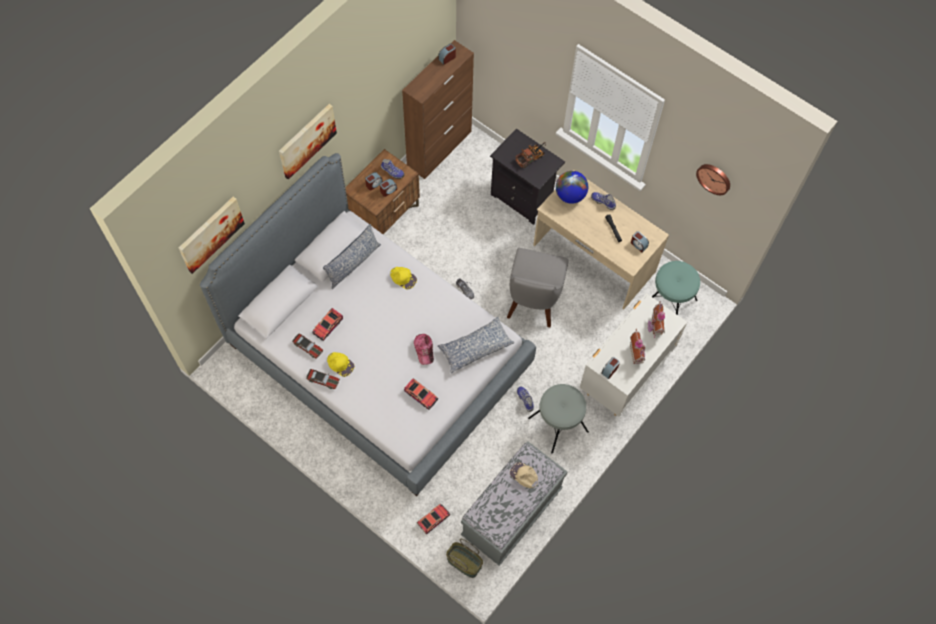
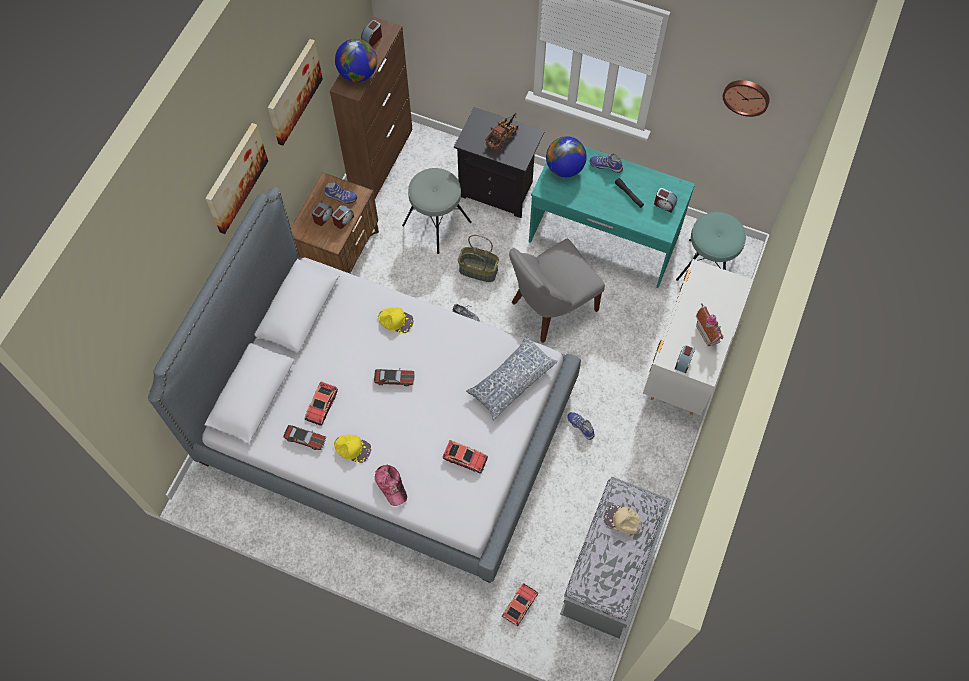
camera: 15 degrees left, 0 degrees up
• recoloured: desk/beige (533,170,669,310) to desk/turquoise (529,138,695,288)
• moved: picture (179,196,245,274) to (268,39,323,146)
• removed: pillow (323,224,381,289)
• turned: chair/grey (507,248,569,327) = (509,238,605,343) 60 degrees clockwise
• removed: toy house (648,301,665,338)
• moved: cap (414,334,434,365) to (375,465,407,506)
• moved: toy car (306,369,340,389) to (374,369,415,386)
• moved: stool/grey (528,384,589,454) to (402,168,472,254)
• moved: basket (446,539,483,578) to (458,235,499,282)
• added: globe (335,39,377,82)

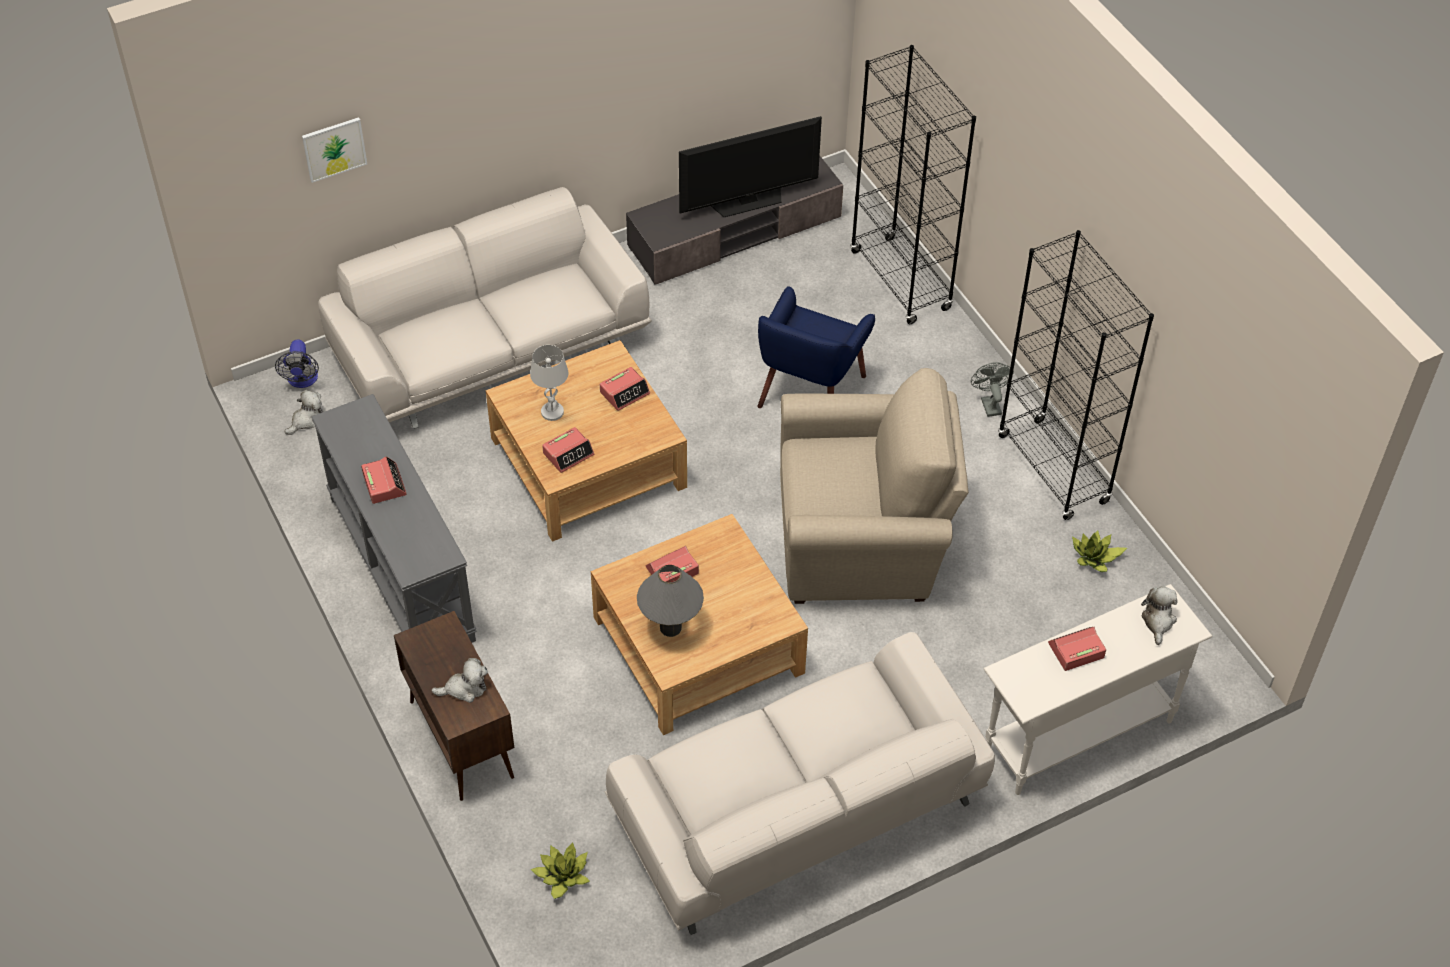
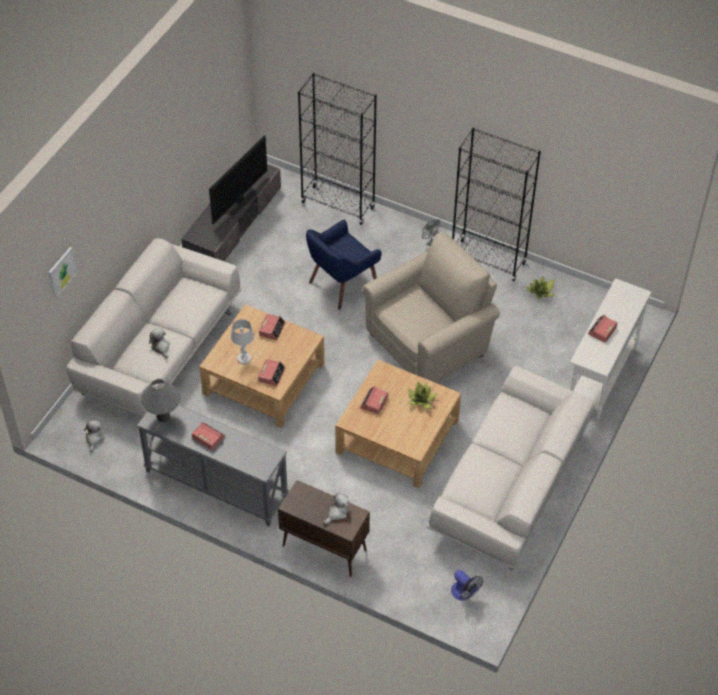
camera: 35 degrees left, 0 degrees up
• turned: armchair/blue (757,286,875,408) = (306,220,382,310) 60 degrees clockwise
• moved: fan (275,339,319,388) to (451,570,483,601)
• moved: table lamp/grey (637,565,704,637) to (141,379,181,422)
• moved: plush toy (1141,586,1178,645) to (149,328,170,359)
• moved: potted plant (530,842,590,899) to (408,381,438,409)

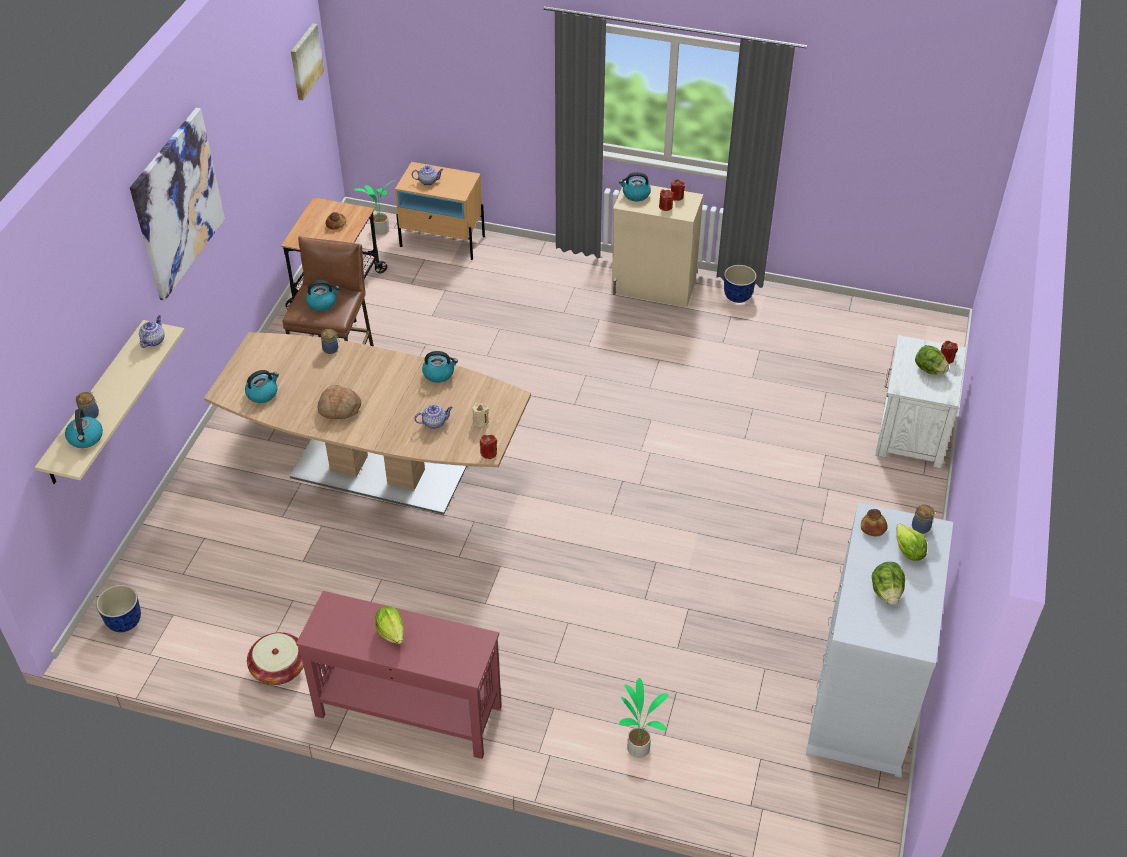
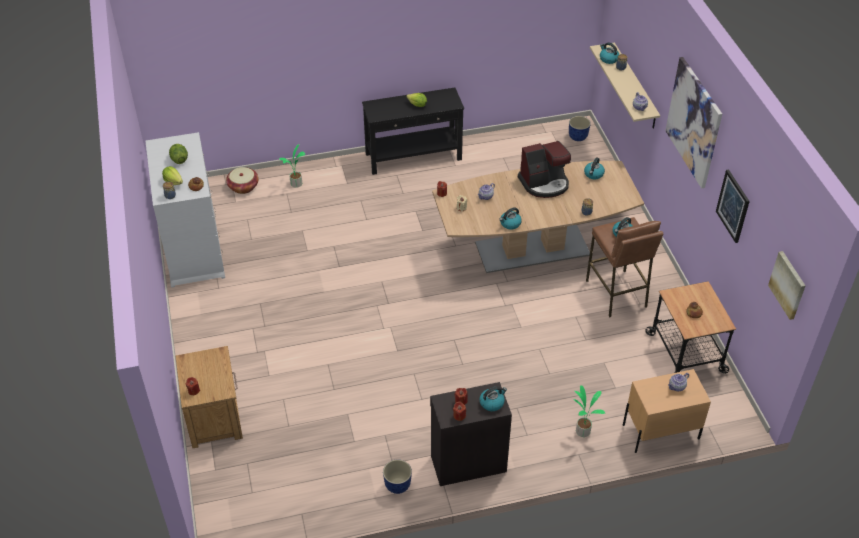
camera: 150 degrees right, 0 degrees up
• moved: potted plant (354,180,396,235) to (573,385,605,437)
• recoloured: cabinet/beige (611,181,703,307) to cabinet/black (430,382,512,486)
• recoloured: nightstand/white (875,335,966,469) to nightstand/brown (175,346,243,448)
• removed: lettuce (915,345,949,375)
• replaced: bread (317,385,361,419) to coffee machine (518,141,571,198)
• recoloured: console table/red (296,591,502,759) to console table/black (362,87,464,175)
• moved: basket (247,632,304,685) to (226,167,259,194)
• added: picture (716,169,750,243)

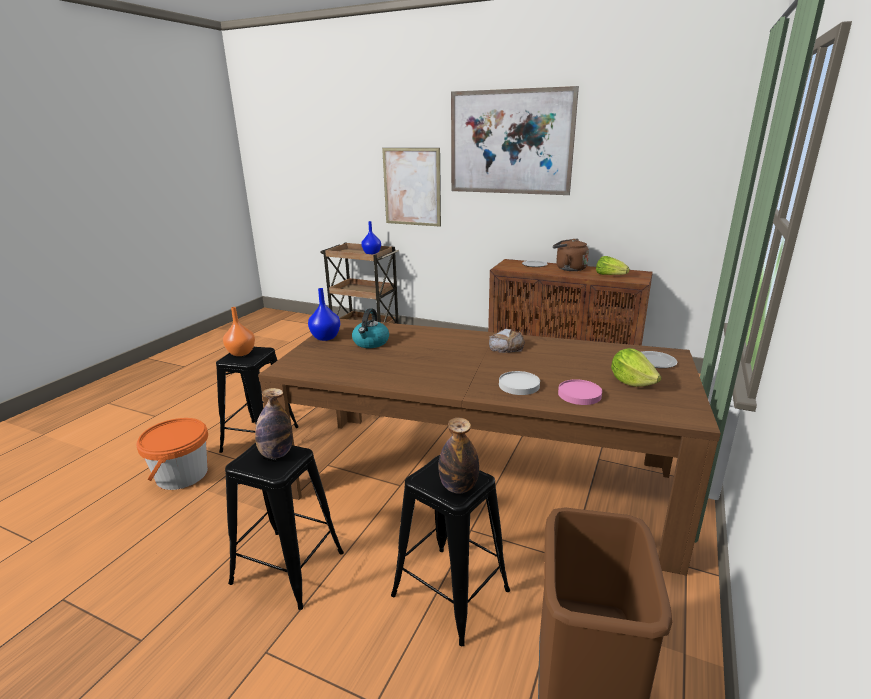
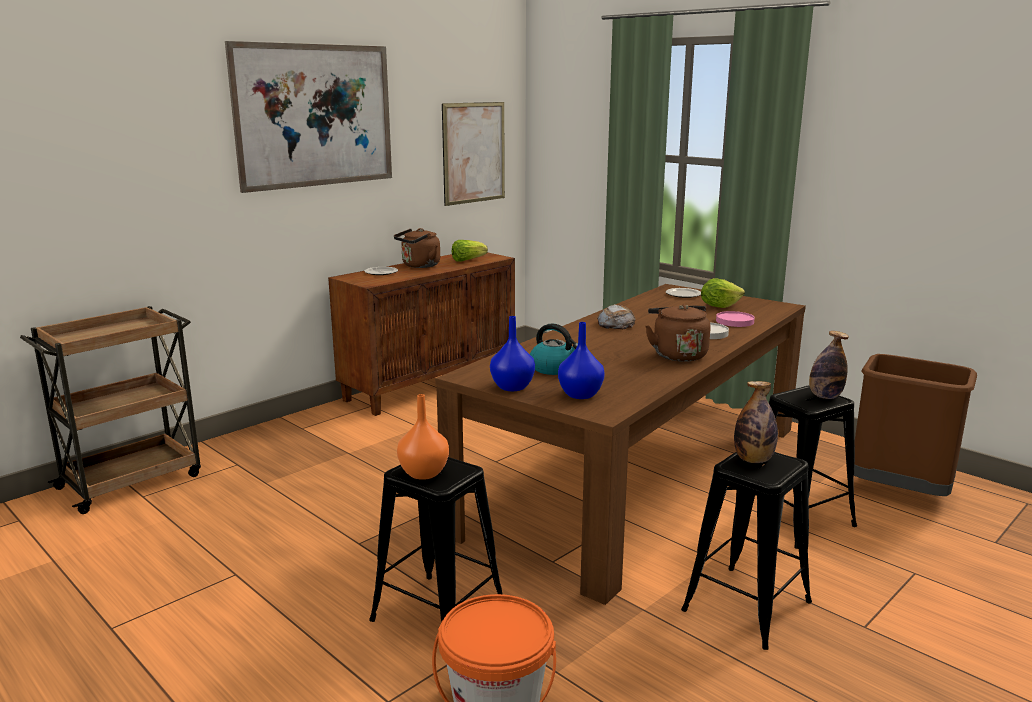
camera: 70 degrees left, 5 degrees down
• moved: picture (382,148,441,227) to (442,102,505,206)
• moved: vase/blue (361,221,381,254) to (558,322,605,399)
• added: kettle/brown (645,304,711,362)

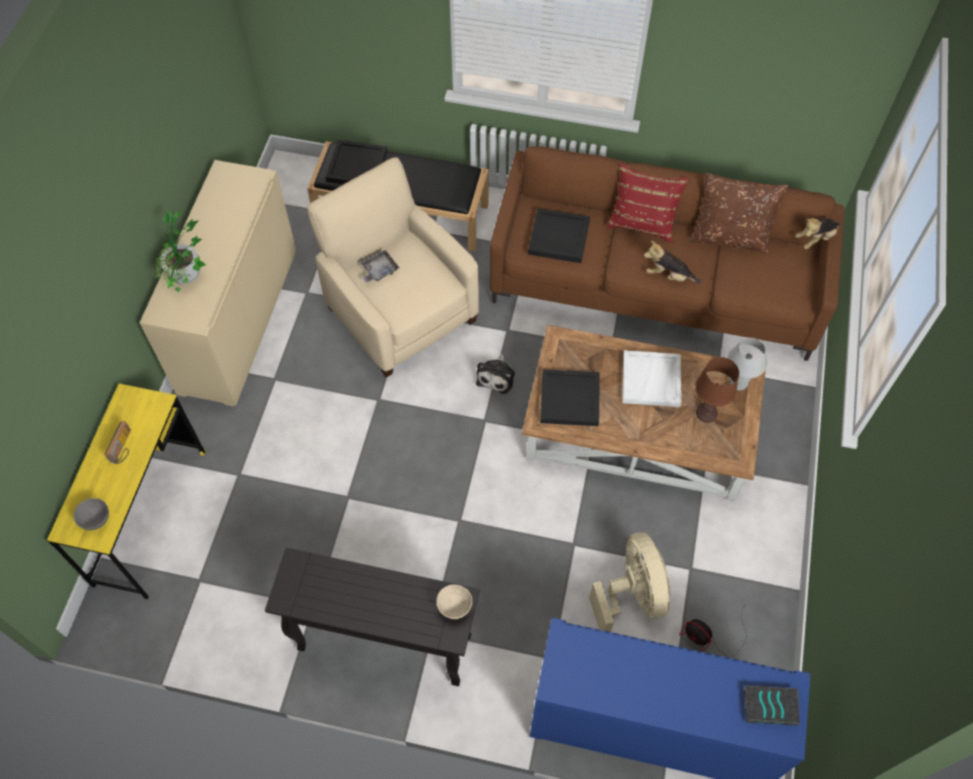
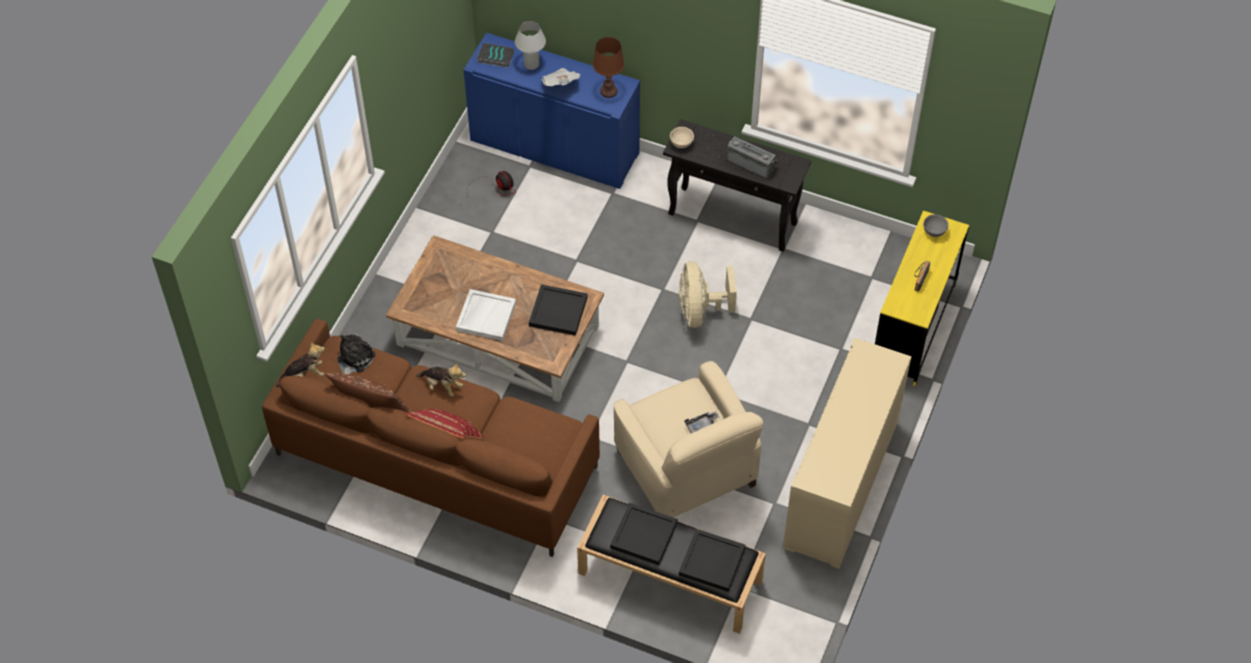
camera: 170 degrees left, 5 degrees down
• moved: tray/black (528,208,590,263) to (610,503,678,565)
• removed: potted plant (156,209,206,292)
• moved: table lamp/white (727,338,767,391) to (515,21,546,70)
• moved: plush toy (476,353,515,394) to (337,334,375,374)
• moved: table lamp/brown (695,357,739,423) to (593,37,625,98)
• moved: fan/beige (589,533,670,632) to (679,261,737,328)
• added: newspaper (542,68,580,86)
• added: radio (727,136,778,178)

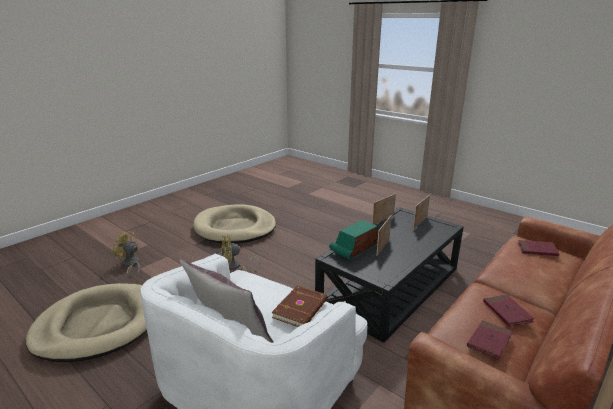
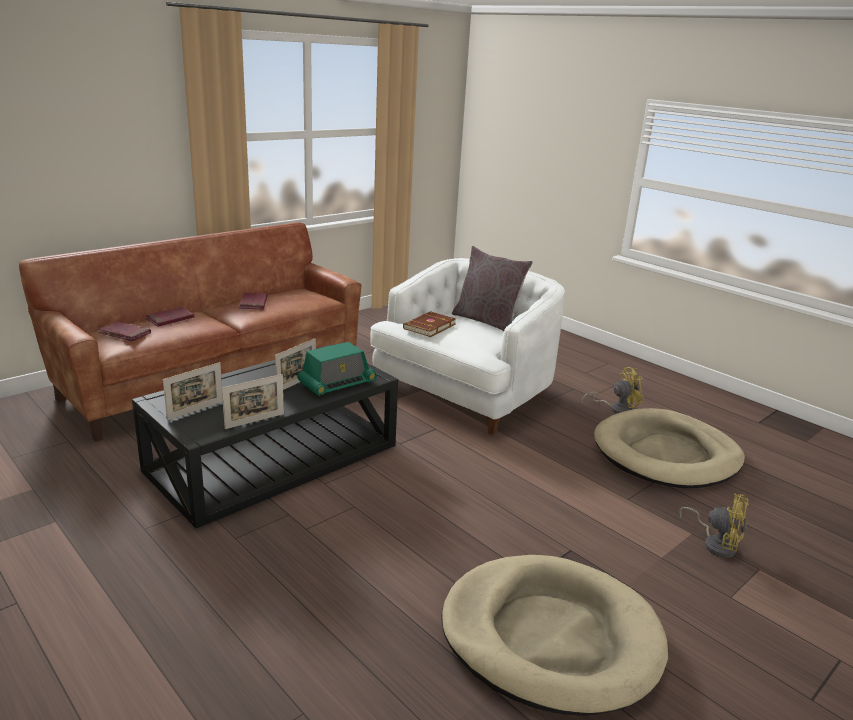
camera: 175 degrees left, 0 degrees up
• moved: fan/yellow (221,235,261,272) to (581,367,644,414)
• moved: book/red (467,320,512,360) to (146,306,194,327)

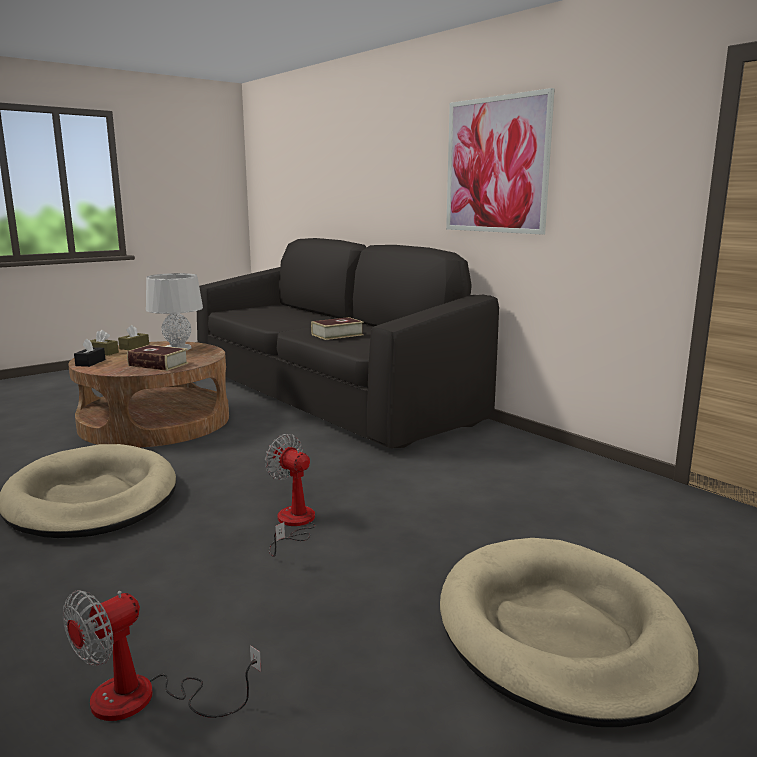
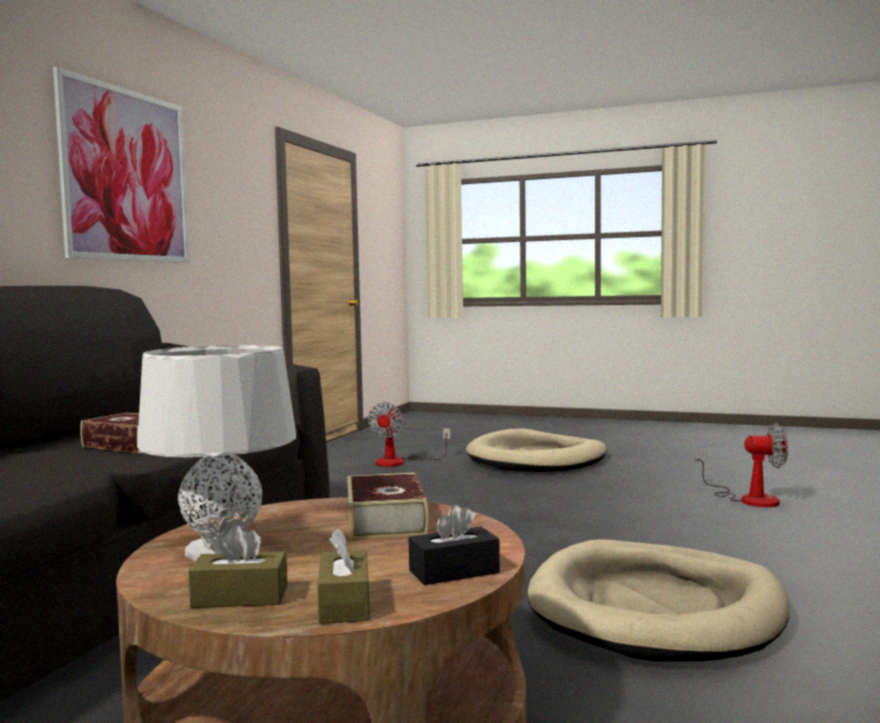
camera: 120 degrees left, 10 degrees down
• moved: fan (265,434,316,557) to (368,402,450,467)

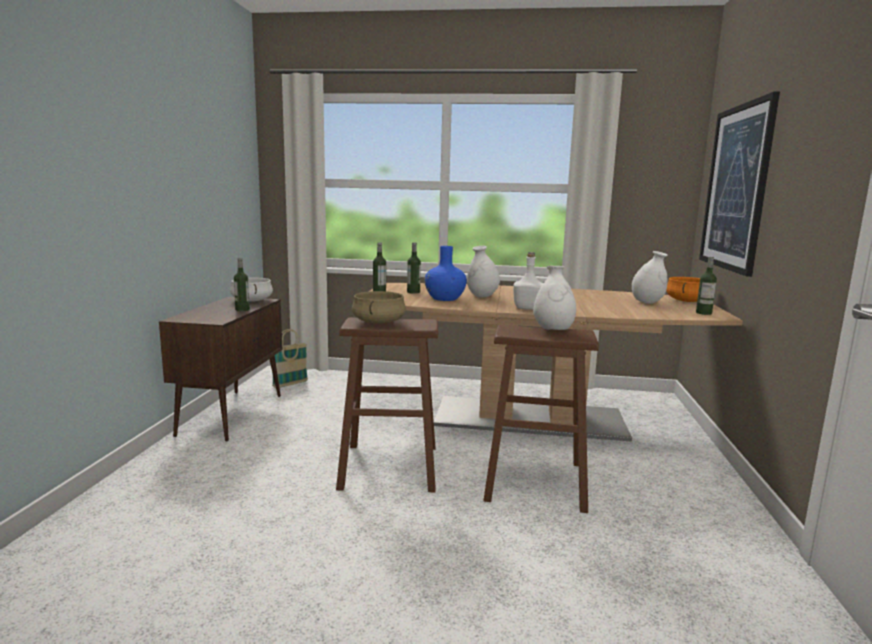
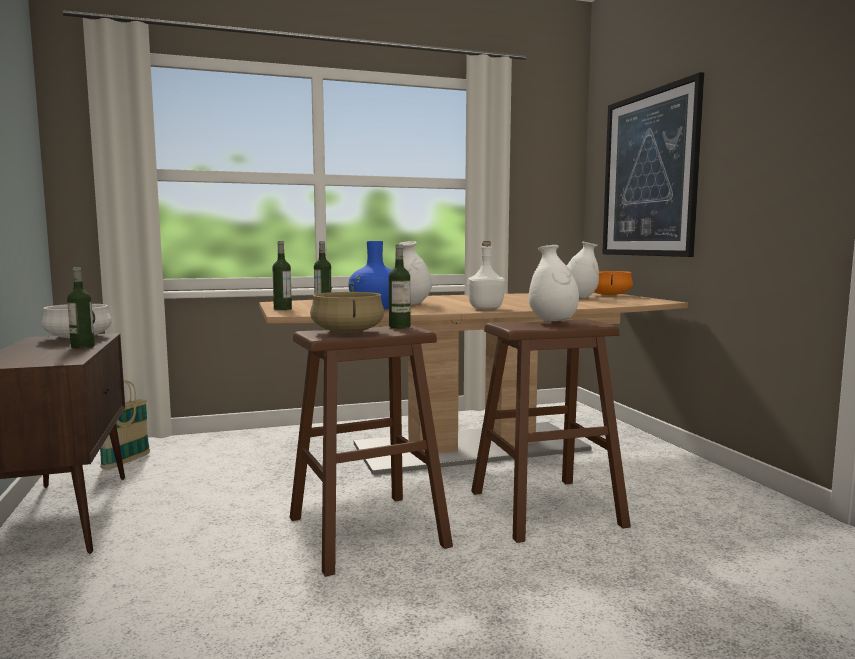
camera: 25 degrees left, 5 degrees down
• moved: bottle (696,257,717,315) to (389,244,410,328)

